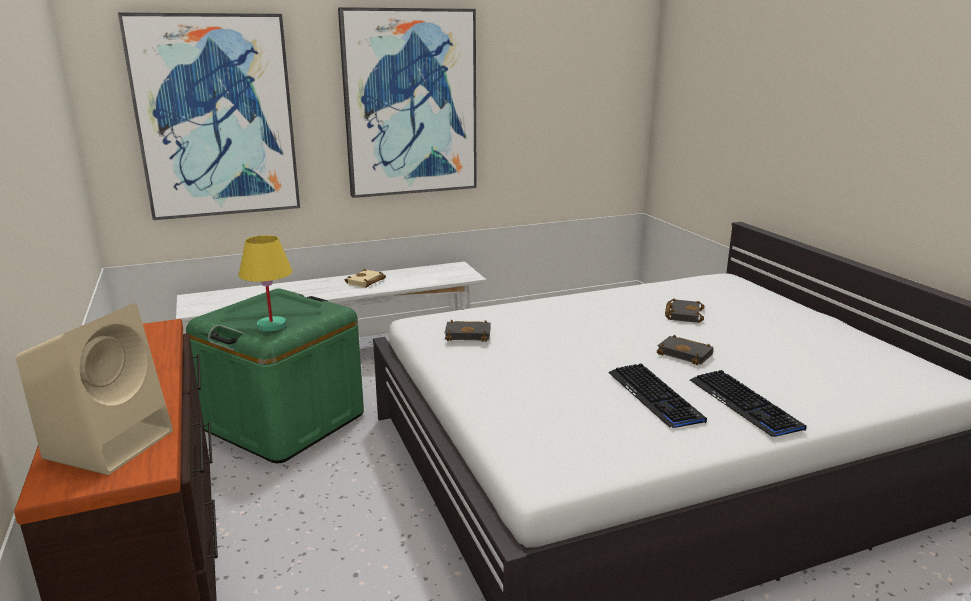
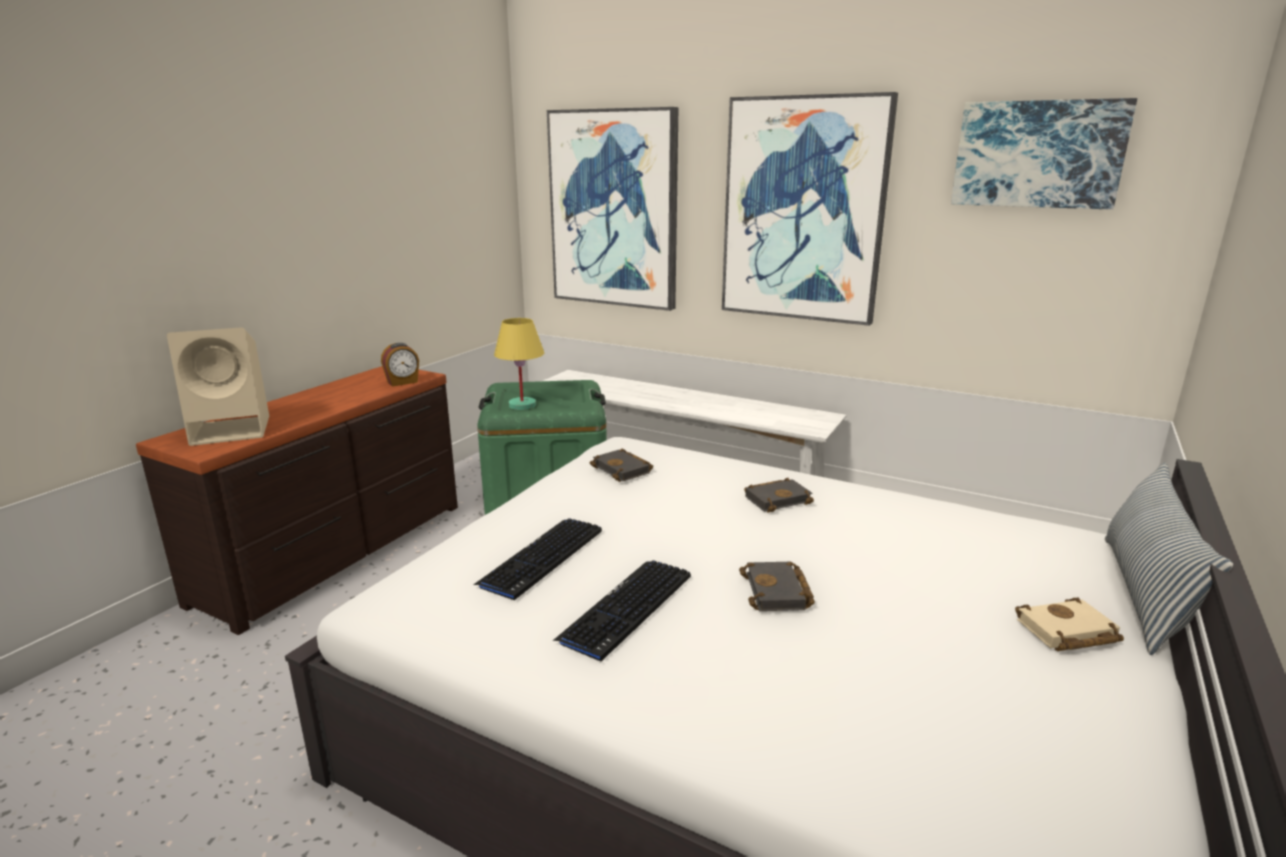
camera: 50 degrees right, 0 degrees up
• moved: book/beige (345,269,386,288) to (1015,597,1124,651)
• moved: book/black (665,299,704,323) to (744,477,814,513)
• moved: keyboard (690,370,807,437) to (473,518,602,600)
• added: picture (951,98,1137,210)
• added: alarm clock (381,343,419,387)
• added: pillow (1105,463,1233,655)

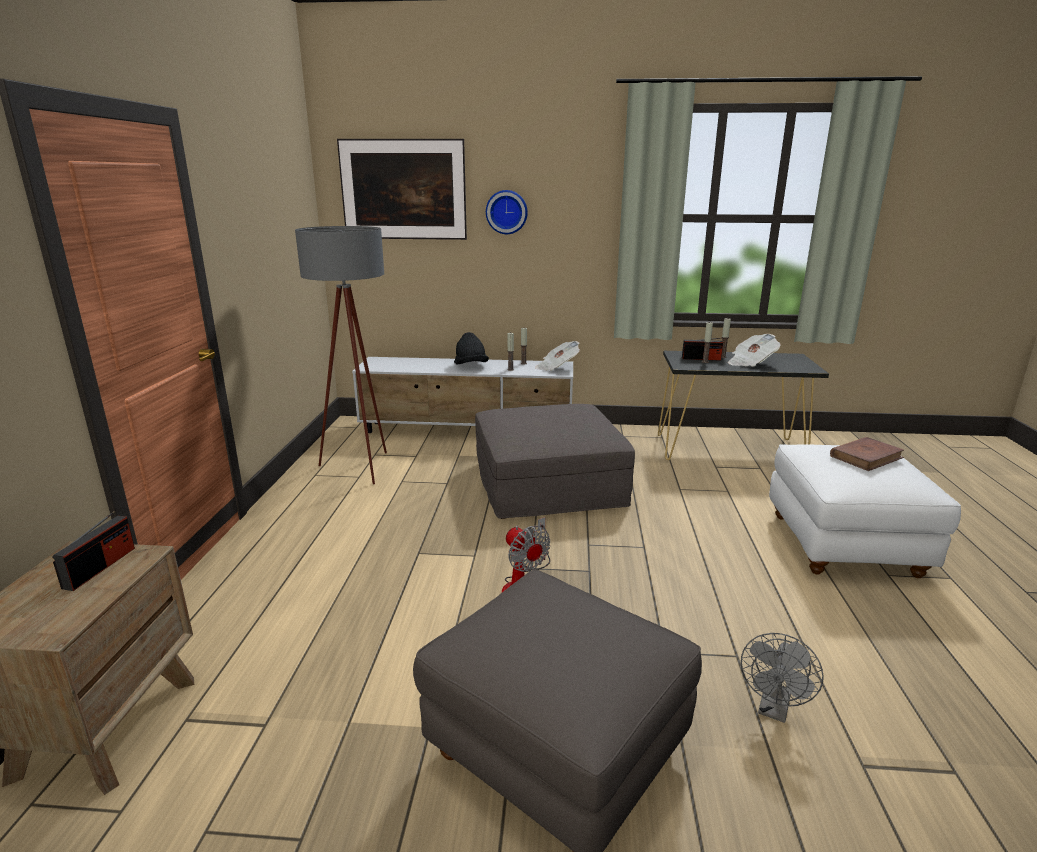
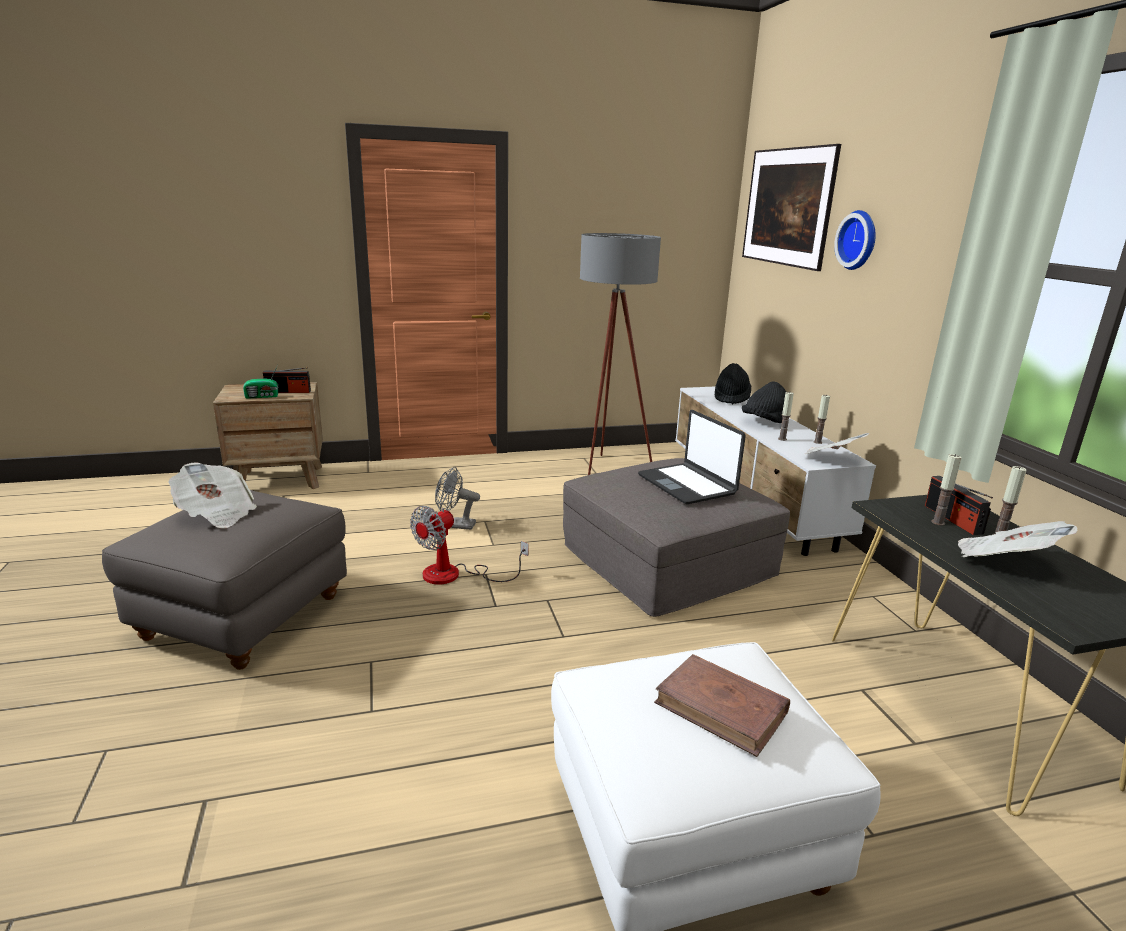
camera: 70 degrees right, 0 degrees up
• moved: fan/grey (741,633,824,723) to (435,467,480,530)
• added: hat/black (715,363,751,404)
• added: radio (243,364,278,399)
• added: laptop (638,410,746,504)
• added: newspaper (168,462,257,528)

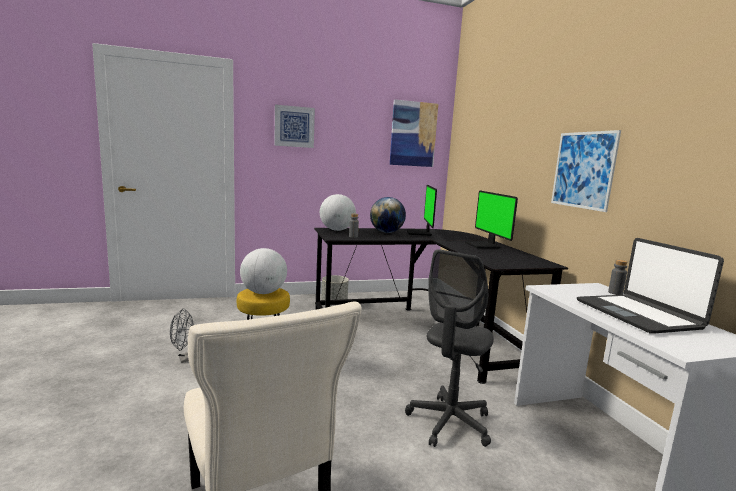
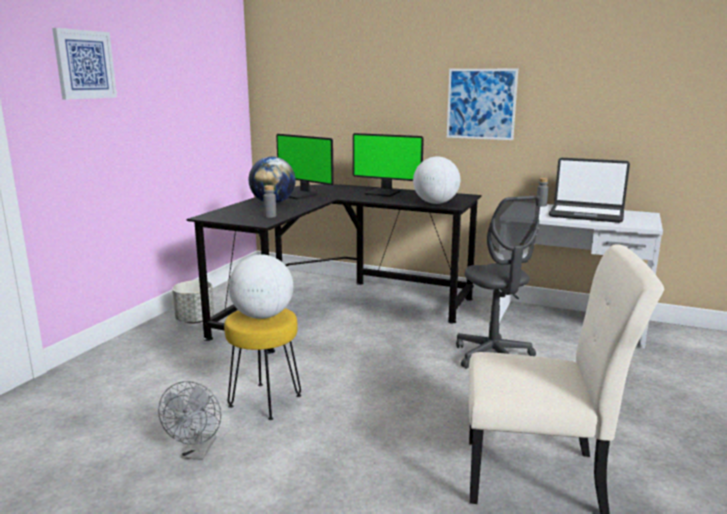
camera: 50 degrees left, 5 degrees up
• removed: picture (390,100,438,167)
• moved: globe (320,194,356,231) to (413,157,460,204)

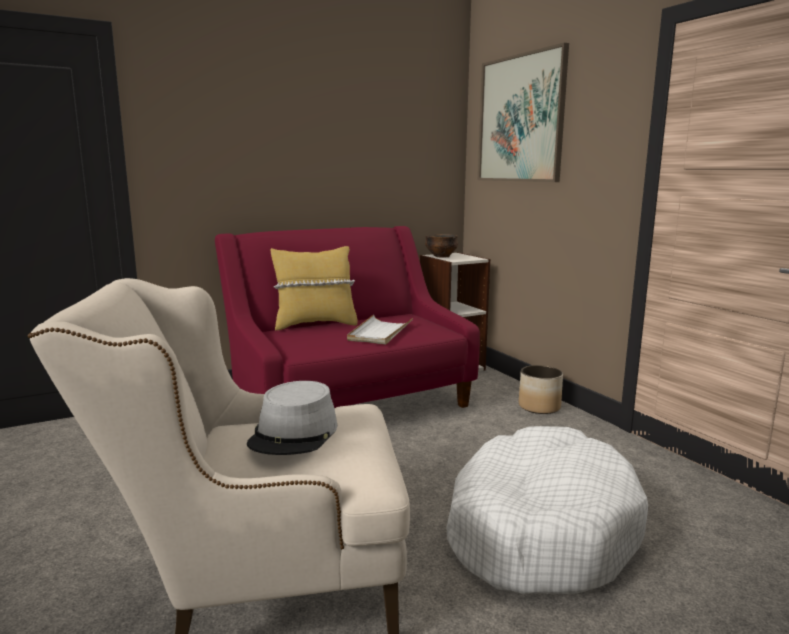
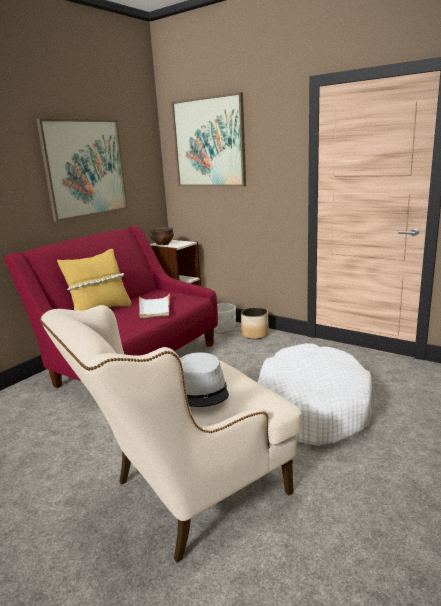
camera: 25 degrees left, 5 degrees up
• added: picture (36,118,128,222)
• added: planter/white (214,303,236,332)

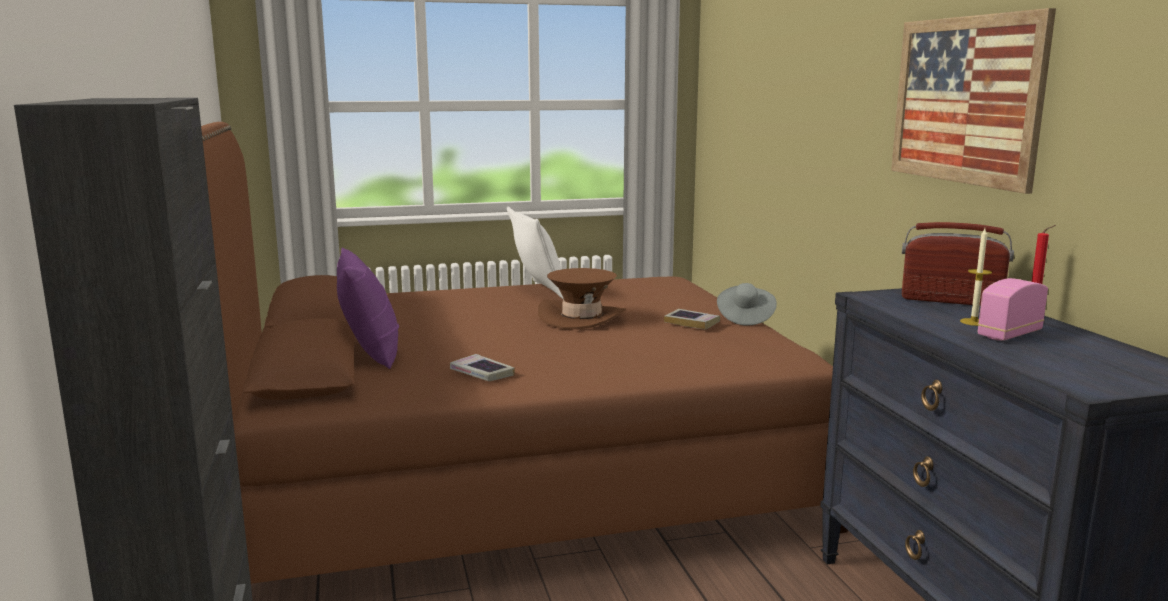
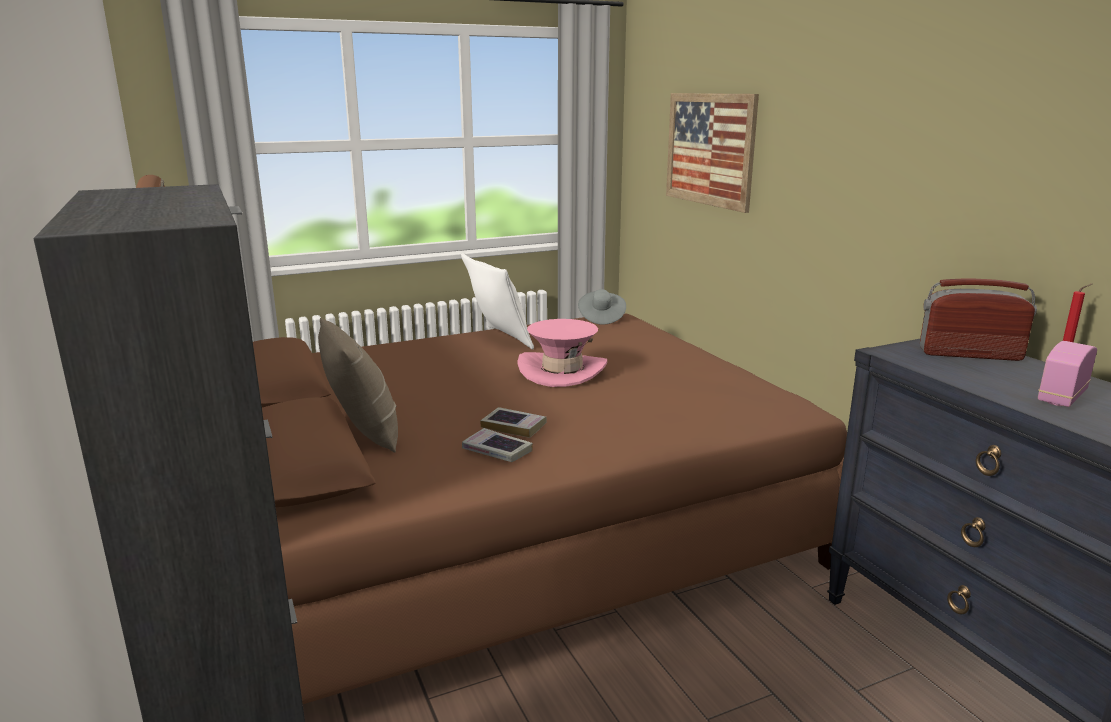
camera: 10 degrees left, 5 degrees up
• moved: picture (891,8,1056,194) to (666,93,759,213)
• removed: candle (960,229,992,326)
• recoloured: pillow/purple (337,247,399,369) to pillow/beige (318,318,398,453)
• recoloured: hat/brown (538,268,626,330) to hat/pink (517,319,607,387)
• moved: hat/grey (717,283,777,326) to (578,289,626,325)
• moved: book (664,309,720,330) to (480,407,546,438)

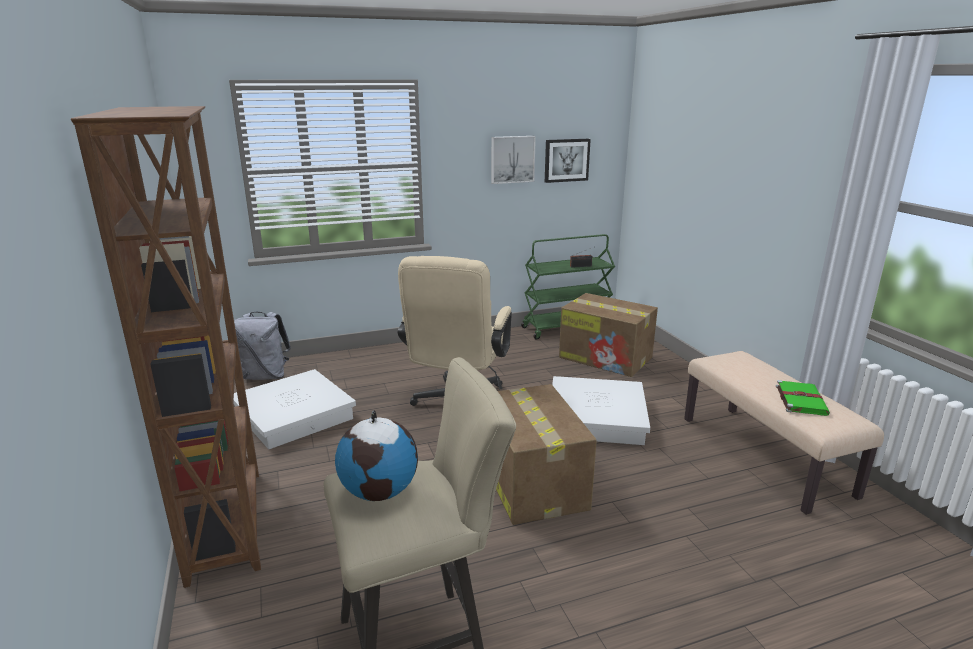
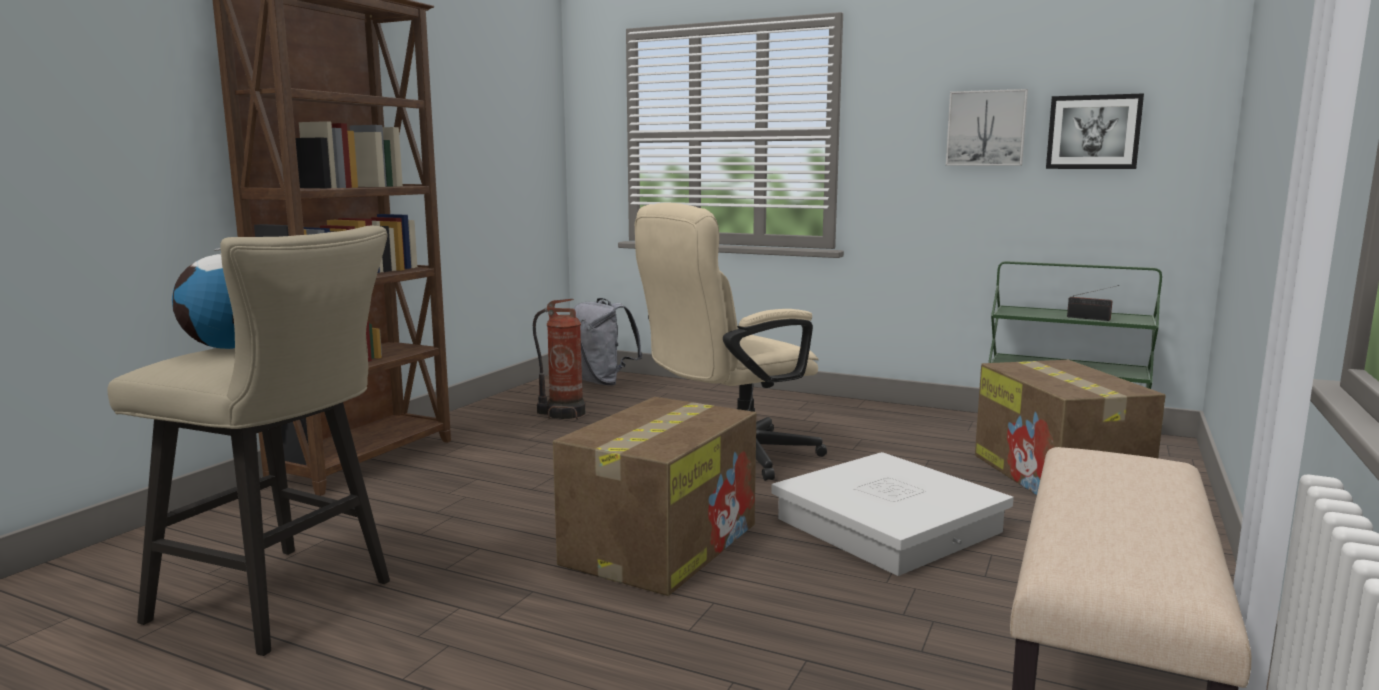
camera: 45 degrees right, 10 degrees down
• replaced: storage box/white (233,369,356,449) to fire extinguisher (533,299,586,420)
• removed: book/green (776,380,830,416)

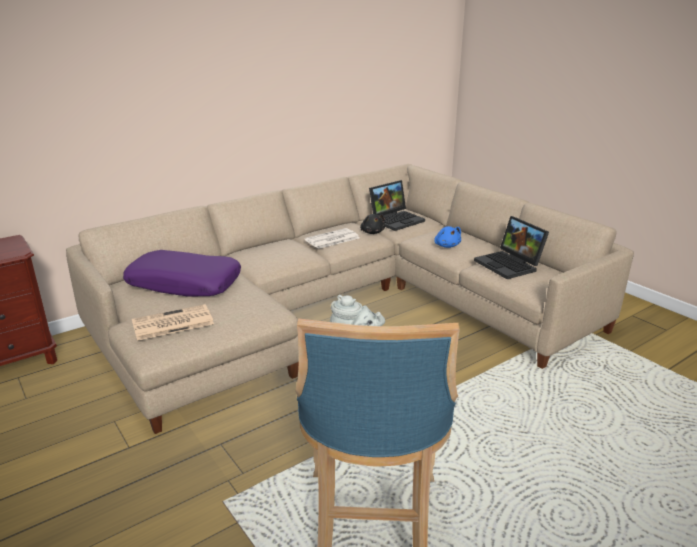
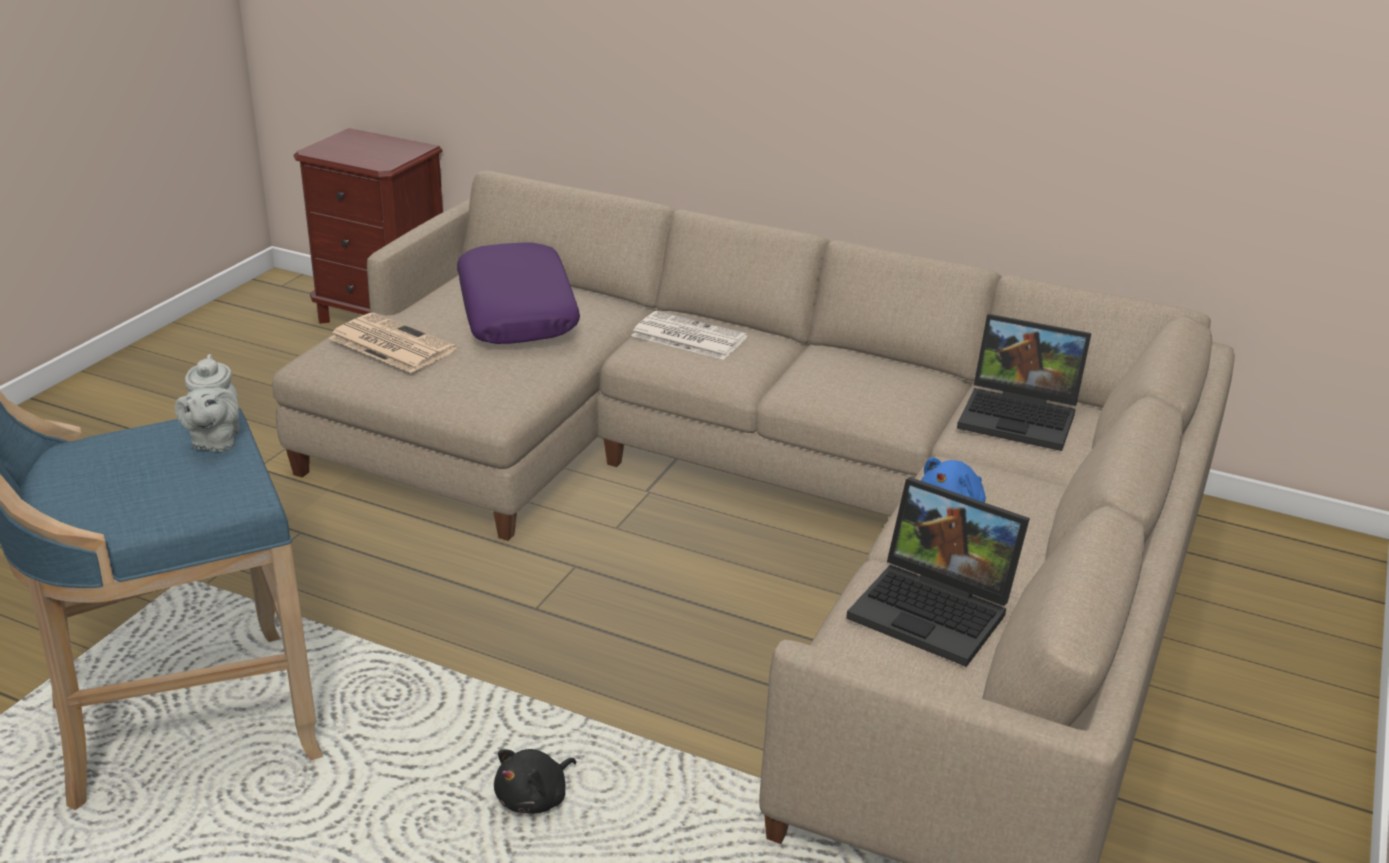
camera: 60 degrees right, 5 degrees up
• moved: plush toy/black (360,214,385,234) to (494,749,577,813)
• turned: laptop (474,216,549,279) = (846,477,1030,667) 90 degrees counterclockwise
• moved: newspaper (305,228,359,249) to (631,311,748,360)

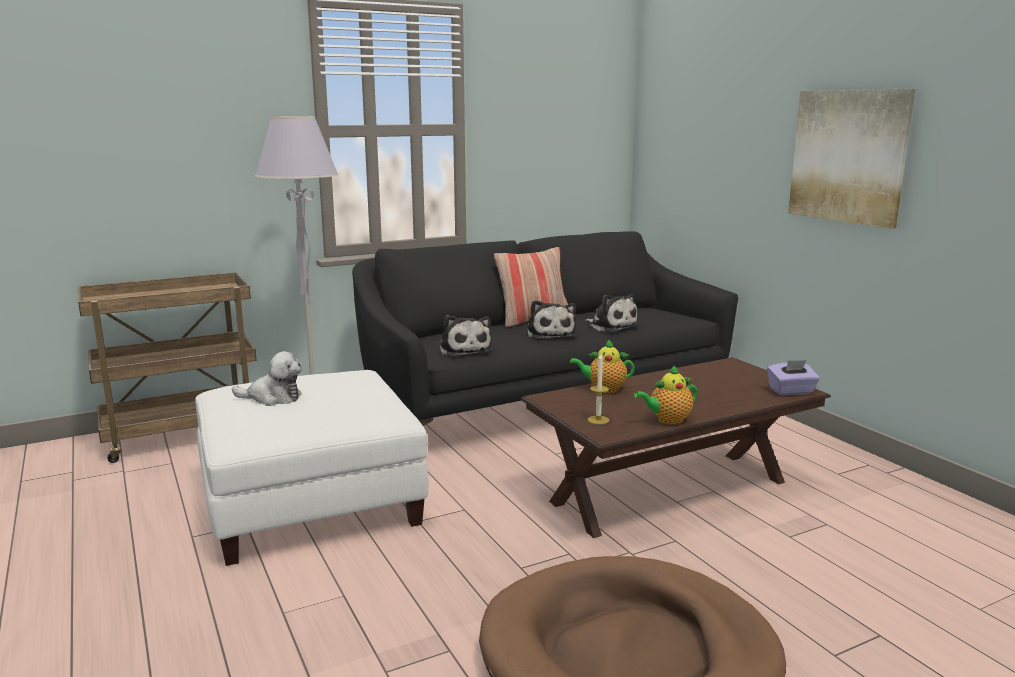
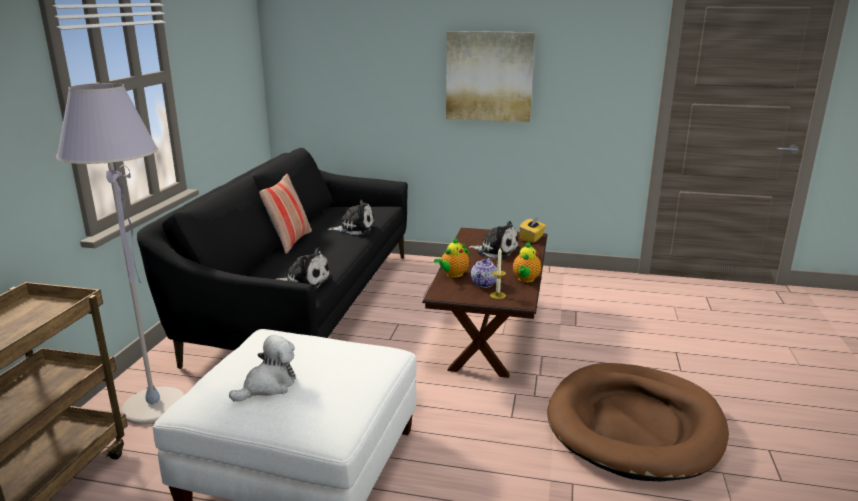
camera: 50 degrees left, 5 degrees up
• moved: plush toy (527,300,576,339) to (468,221,519,259)
• recoloured: tissue box/purple (767,360,820,395) to tissue box/yellow (519,217,546,243)
• added: teapot (471,258,497,288)

